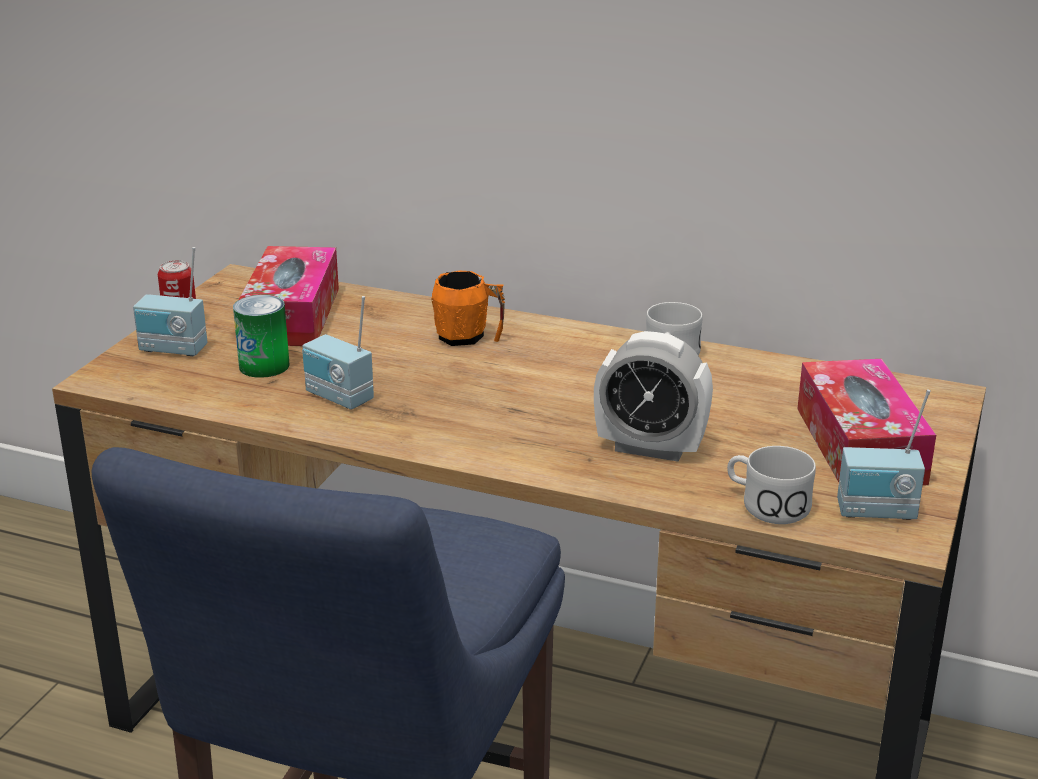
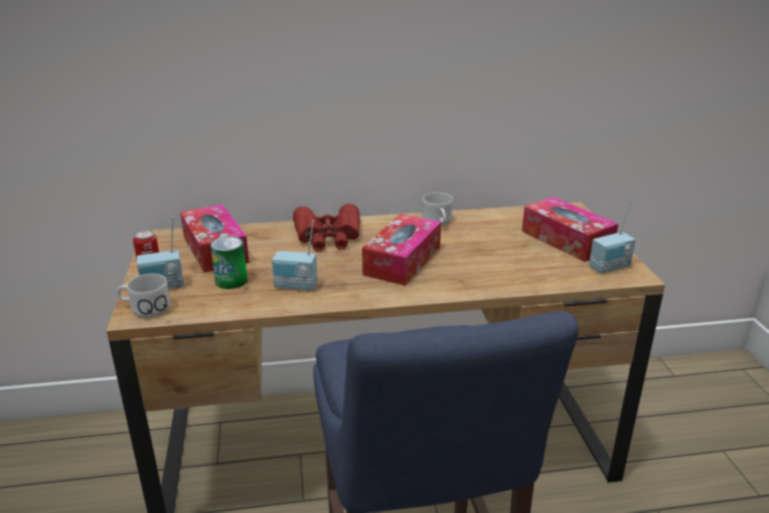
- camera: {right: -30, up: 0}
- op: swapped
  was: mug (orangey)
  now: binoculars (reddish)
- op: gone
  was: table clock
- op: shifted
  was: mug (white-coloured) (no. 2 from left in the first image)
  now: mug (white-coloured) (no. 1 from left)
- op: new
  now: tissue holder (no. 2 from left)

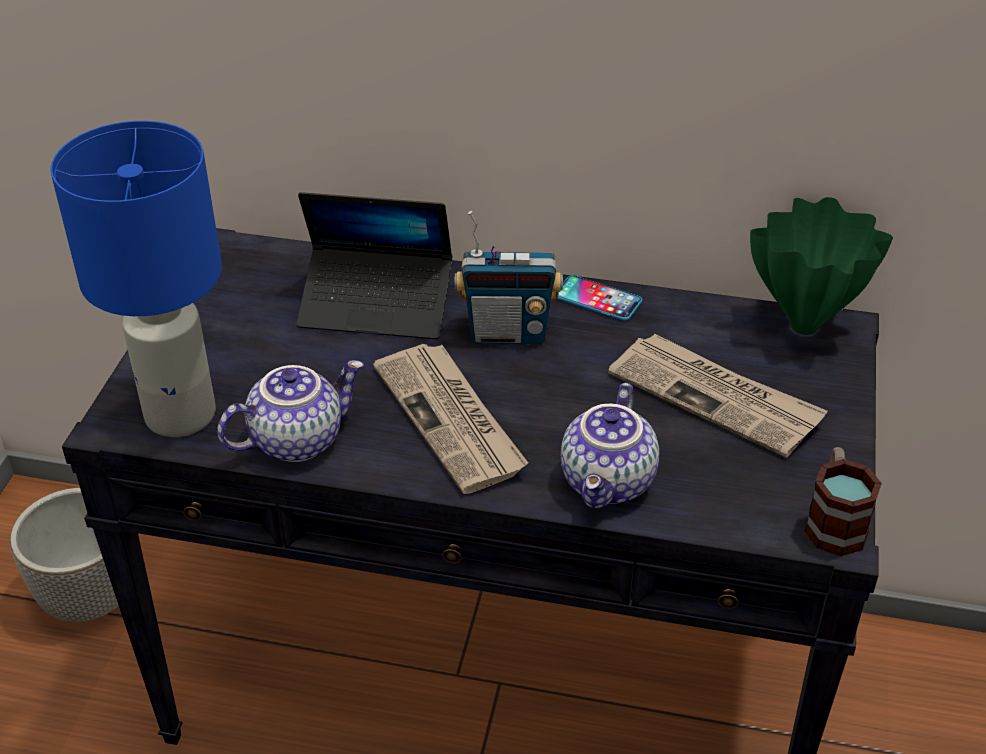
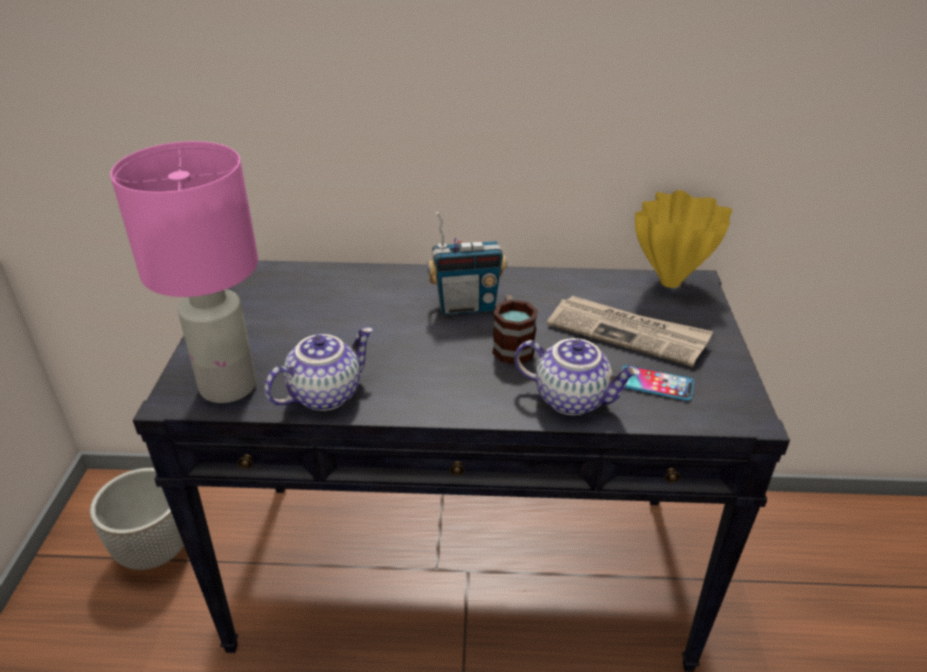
- camera: {right: -10, up: -5}
- op: repainted
  was: lamp for a table (blue)
  now: lamp for a table (pinkish)
- op: gone
  was: notebook computer
- op: repainted
  was: flower vase (green-coloured)
  now: flower vase (yellow-coloured)
- op: shifted
  was: phone
- op: gone
  was: daily paper (no. 1 from left)
- op: rotated
  was: pot for tea (no. 2 from left)
  clockwise: -75
- op: shifted
  was: mug

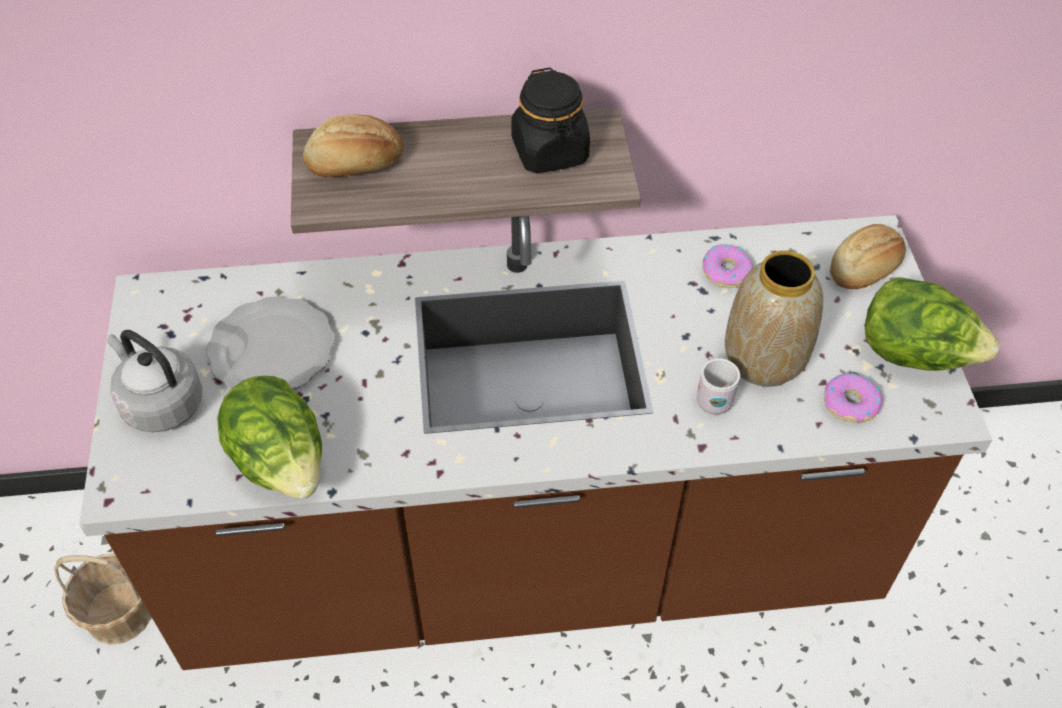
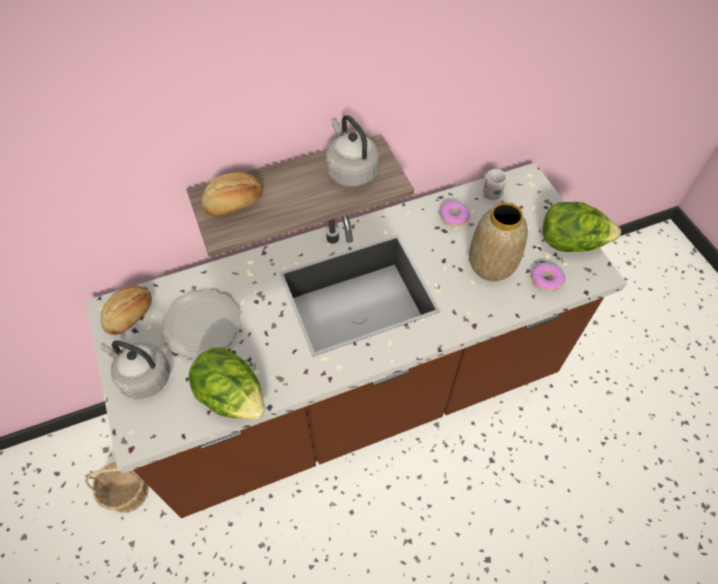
- camera: {right: -15, up: 5}
- op: swapped
  was: preserve jar (blackish)
  now: kettle (grey) (no. 2 from left)
- op: shifted
  was: bakery bread (no. 2 from left in the first image)
  now: bakery bread (no. 1 from left)
- op: shifted
  was: mug (white-coloured)

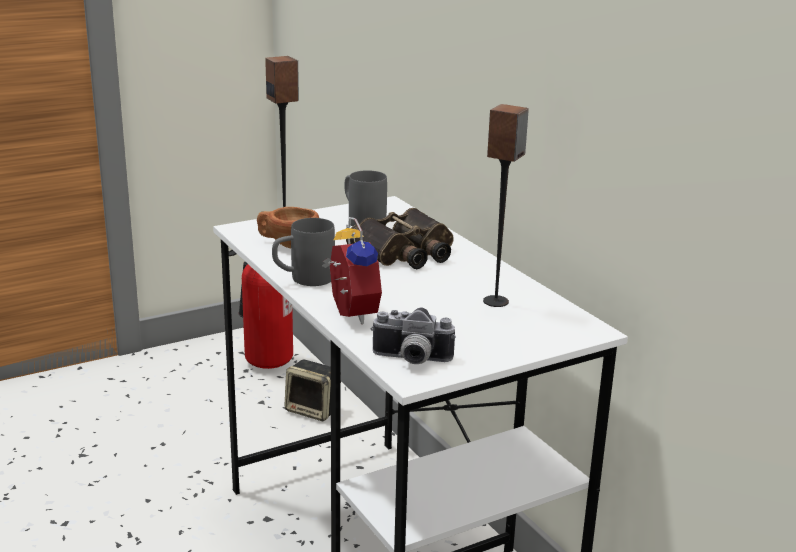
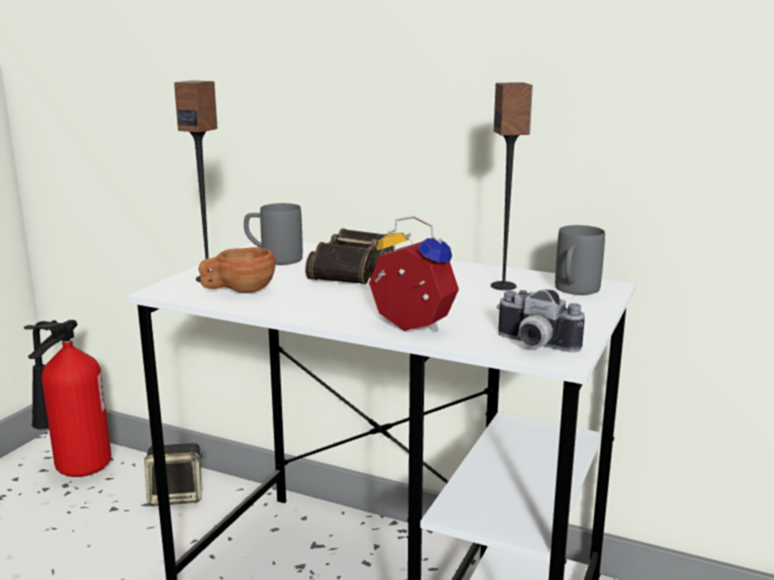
- camera: {right: -35, up: -5}
- op: shifted
  was: mug (grey) (no. 1 from left in the first image)
  now: mug (grey) (no. 2 from left)
- op: rotated
  was: still camera
  clockwise: 60

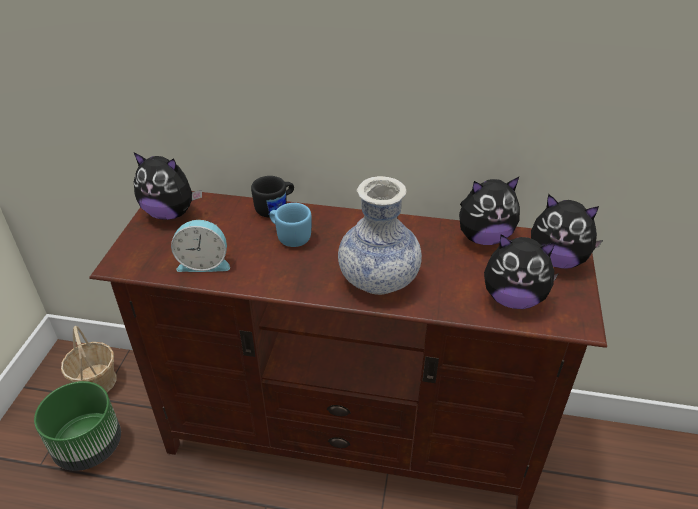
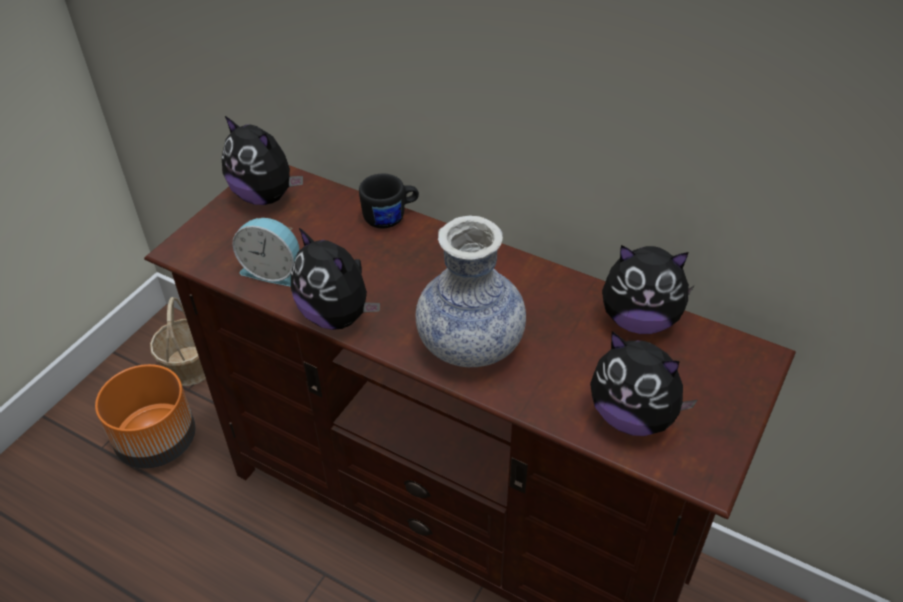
- camera: {right: 20, up: 5}
- op: shifted
  was: plush toy (no. 4 from left in the first image)
  now: plush toy (no. 2 from left)
- op: gone
  was: mug (blue)
- op: repainted
  was: planter (green-coloured)
  now: planter (orangey)

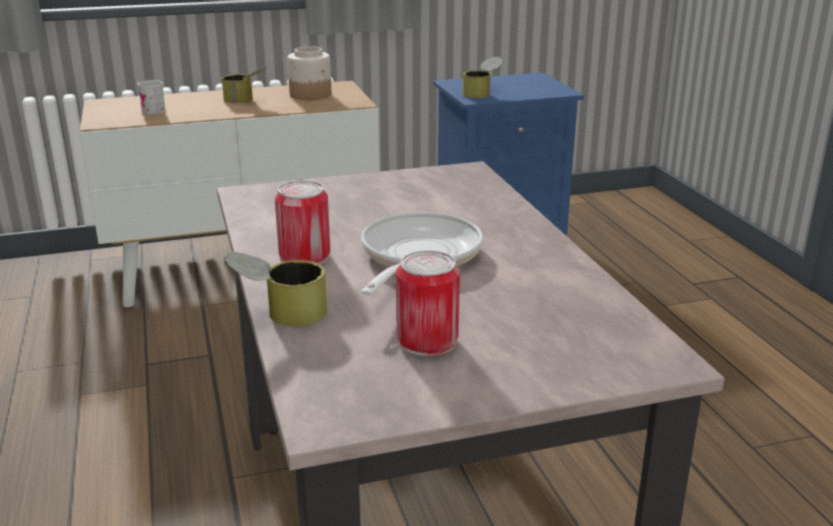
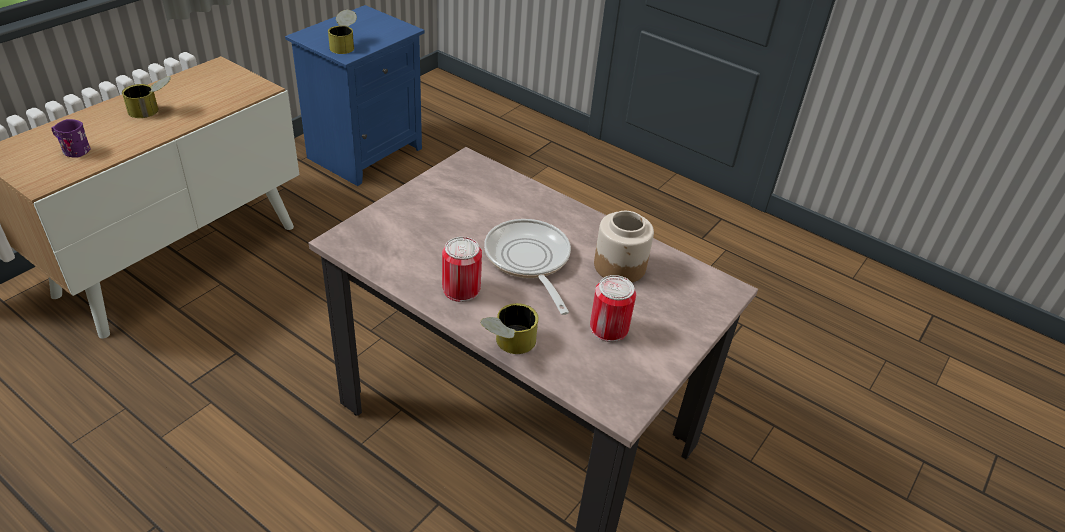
- camera: {right: -40, up: 15}
- op: shifted
  was: preserve jar
- op: repainted
  was: mug (white-coloured)
  now: mug (purple)

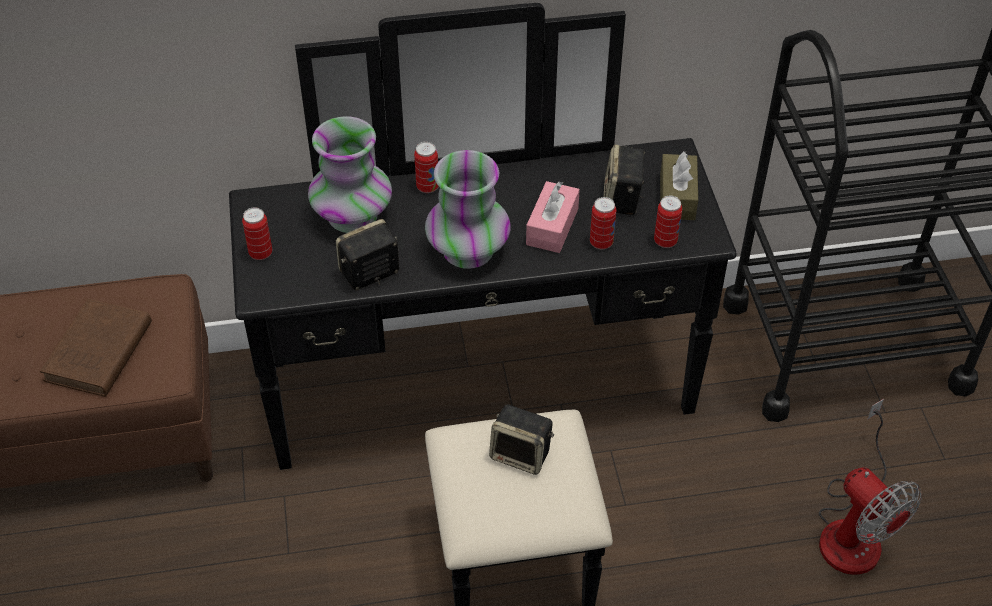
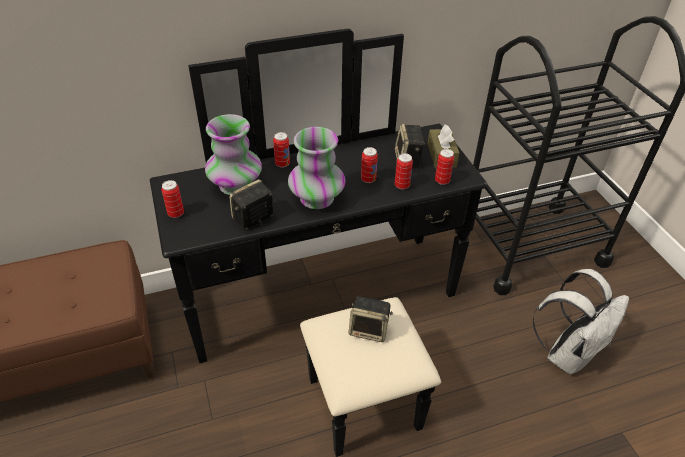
- camera: {right: -10, up: -5}
- op: swapped
  was: tissue holder (pinkish)
  now: metal can (no. 3 from left)
- op: gone
  was: book (brownish)
- op: swapped
  was: electric fan
  now: backpack (white-coloured)

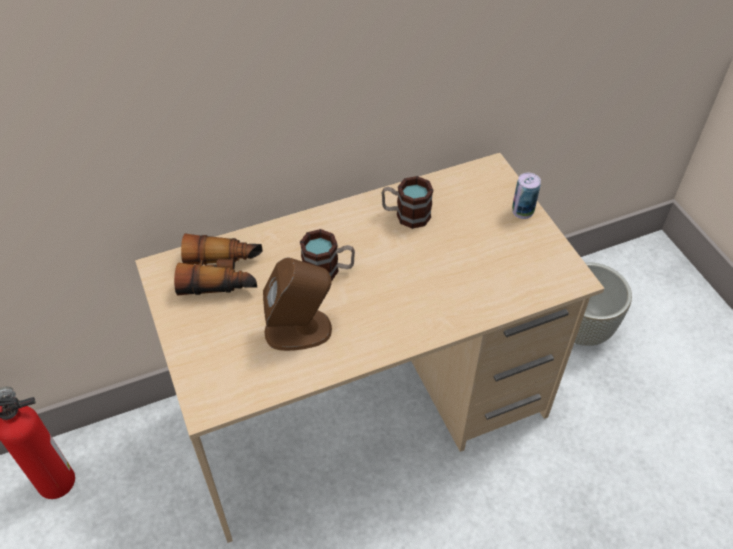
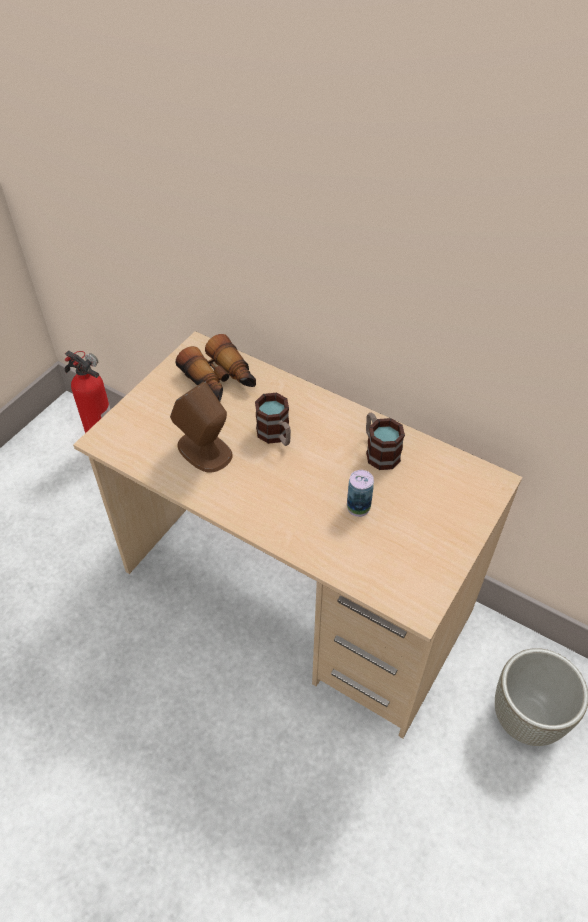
- camera: {right: 55, up: 0}
- op: shifted
  was: metal can

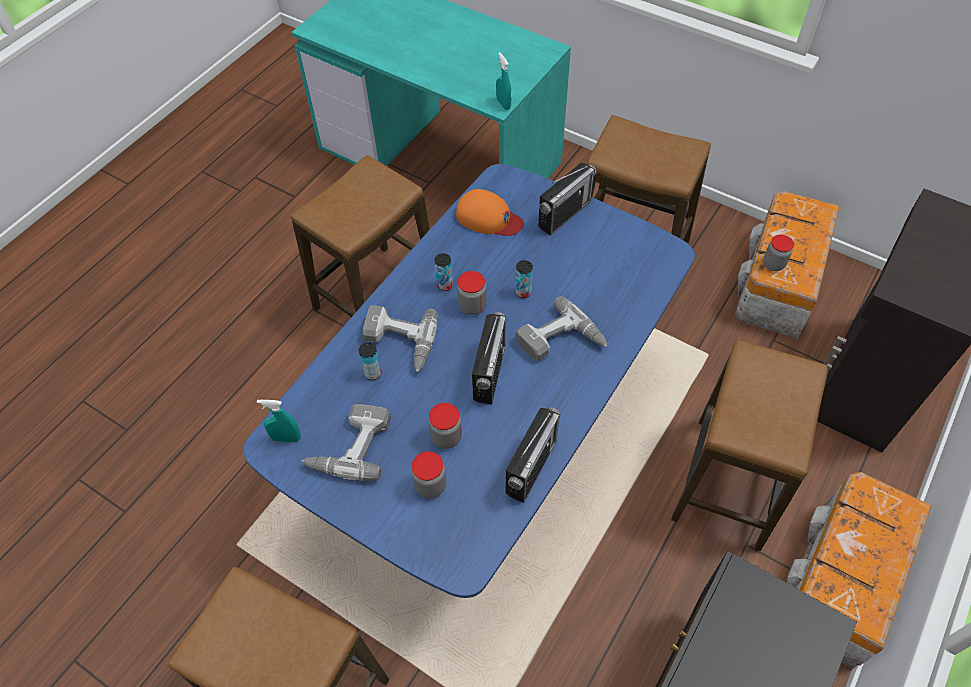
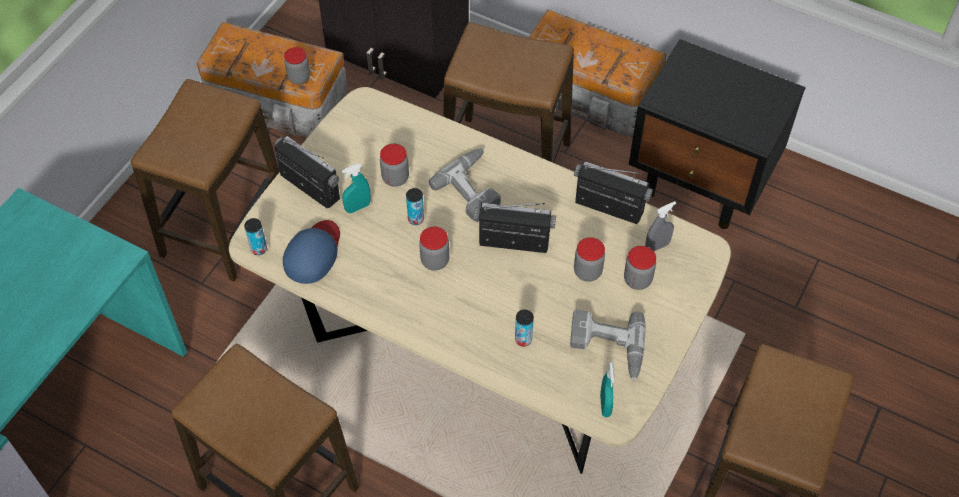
- camera: {right: -95, up: 0}
- op: shifted
  was: hand sprayer (blue-green) (no. 2 from left in the first image)
  now: hand sprayer (blue-green) (no. 1 from left)
- op: repainted
  was: kitchen table (blue)
  now: kitchen table (beige)
- op: repainted
  was: peaked cap (orangey)
  now: peaked cap (blue)
- op: shifted
  was: metal can (no. 2 from left in the first image)
  now: metal can (no. 1 from left)
- op: gone
  was: drill (no. 2 from left)
- op: new
  now: preserve jar (no. 2 from left)
- op: new
  now: hand sprayer (grey)

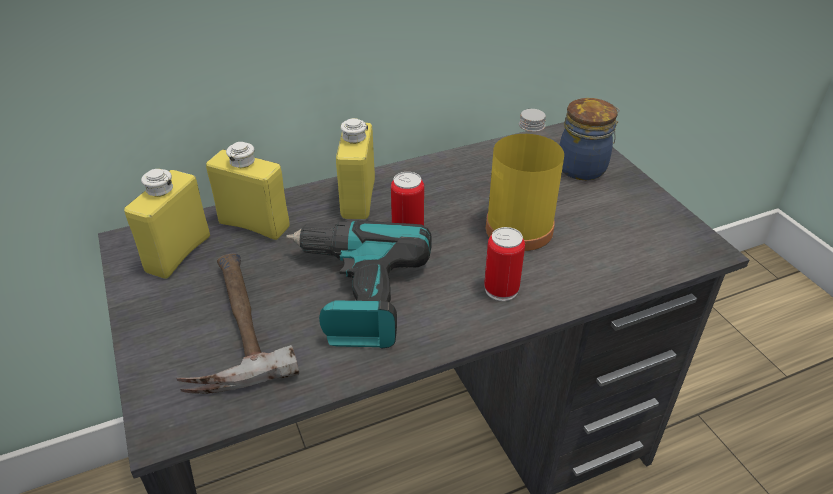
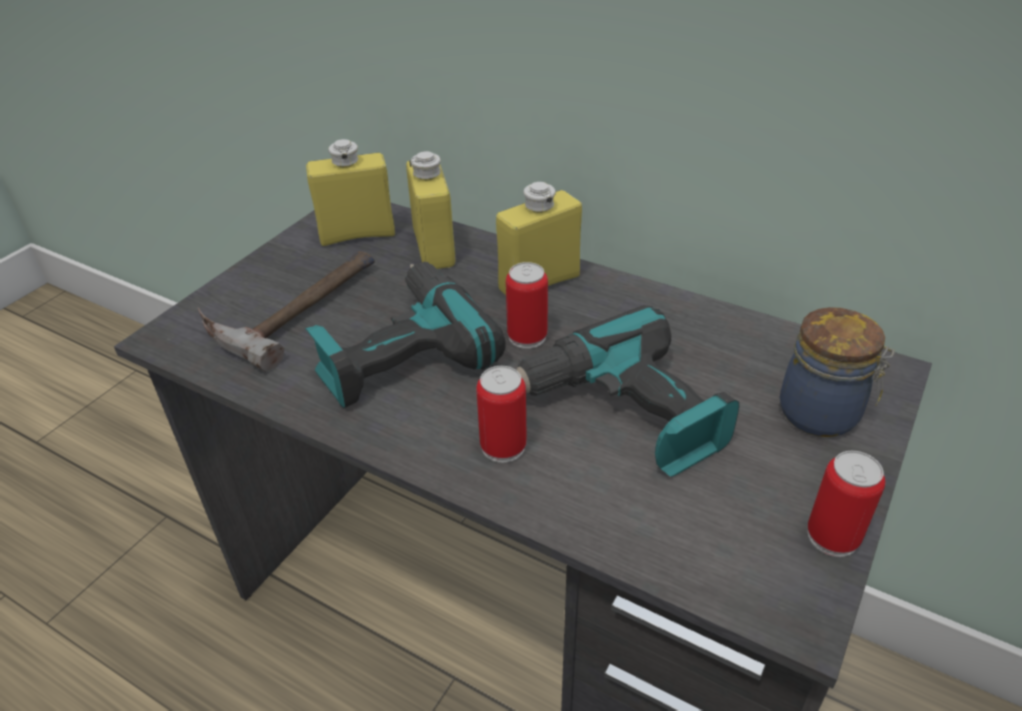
- camera: {right: 55, up: 0}
- op: swapped
  was: bottle (yellow-coloured) (no. 4 from left)
  now: drill (no. 2 from left)
- op: new
  now: metal can (no. 3 from left)

